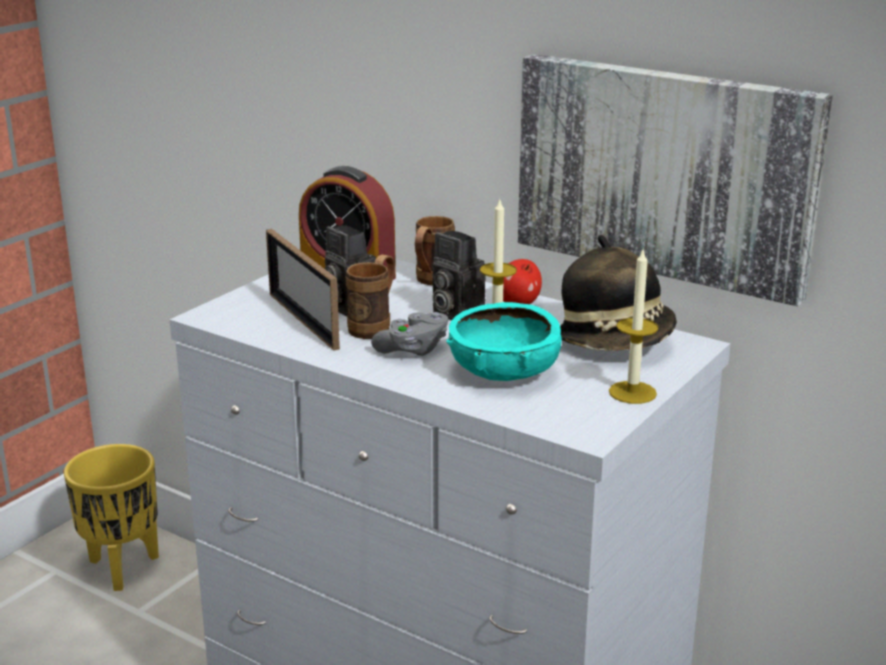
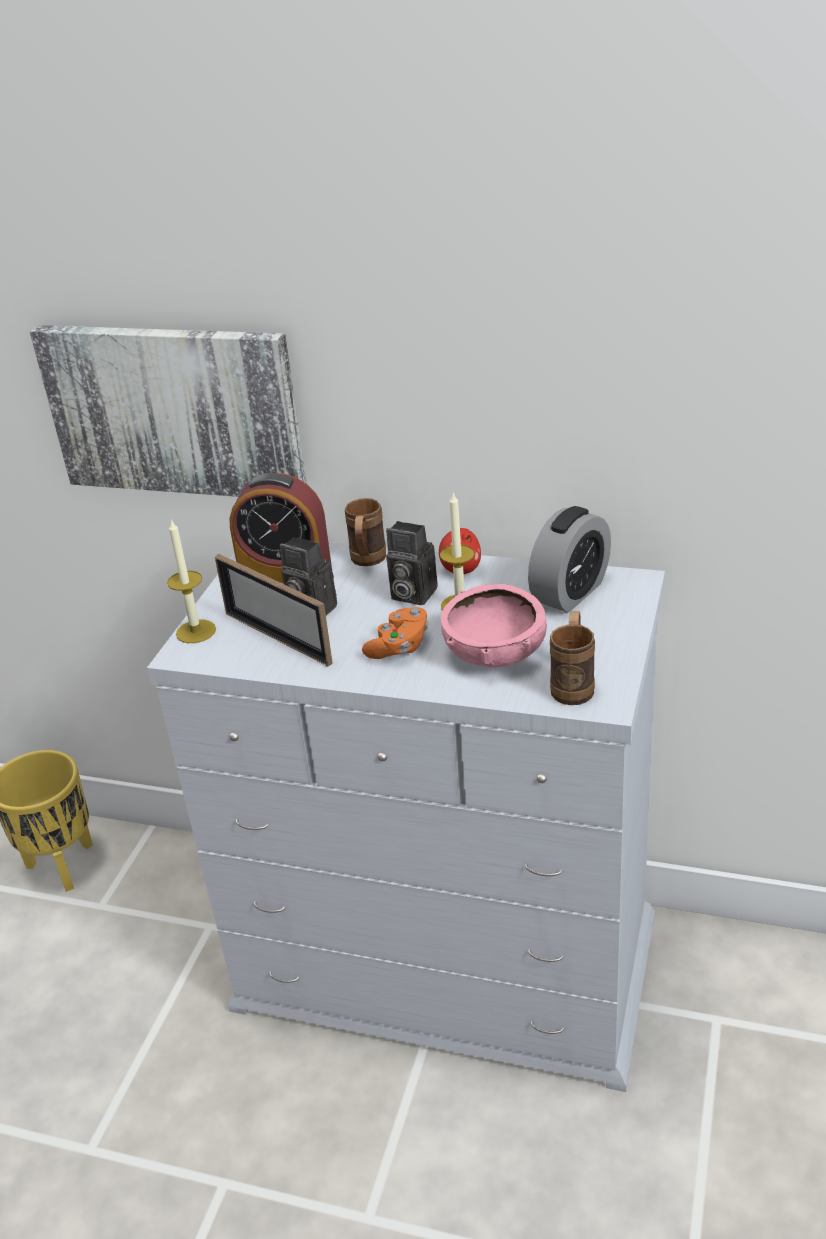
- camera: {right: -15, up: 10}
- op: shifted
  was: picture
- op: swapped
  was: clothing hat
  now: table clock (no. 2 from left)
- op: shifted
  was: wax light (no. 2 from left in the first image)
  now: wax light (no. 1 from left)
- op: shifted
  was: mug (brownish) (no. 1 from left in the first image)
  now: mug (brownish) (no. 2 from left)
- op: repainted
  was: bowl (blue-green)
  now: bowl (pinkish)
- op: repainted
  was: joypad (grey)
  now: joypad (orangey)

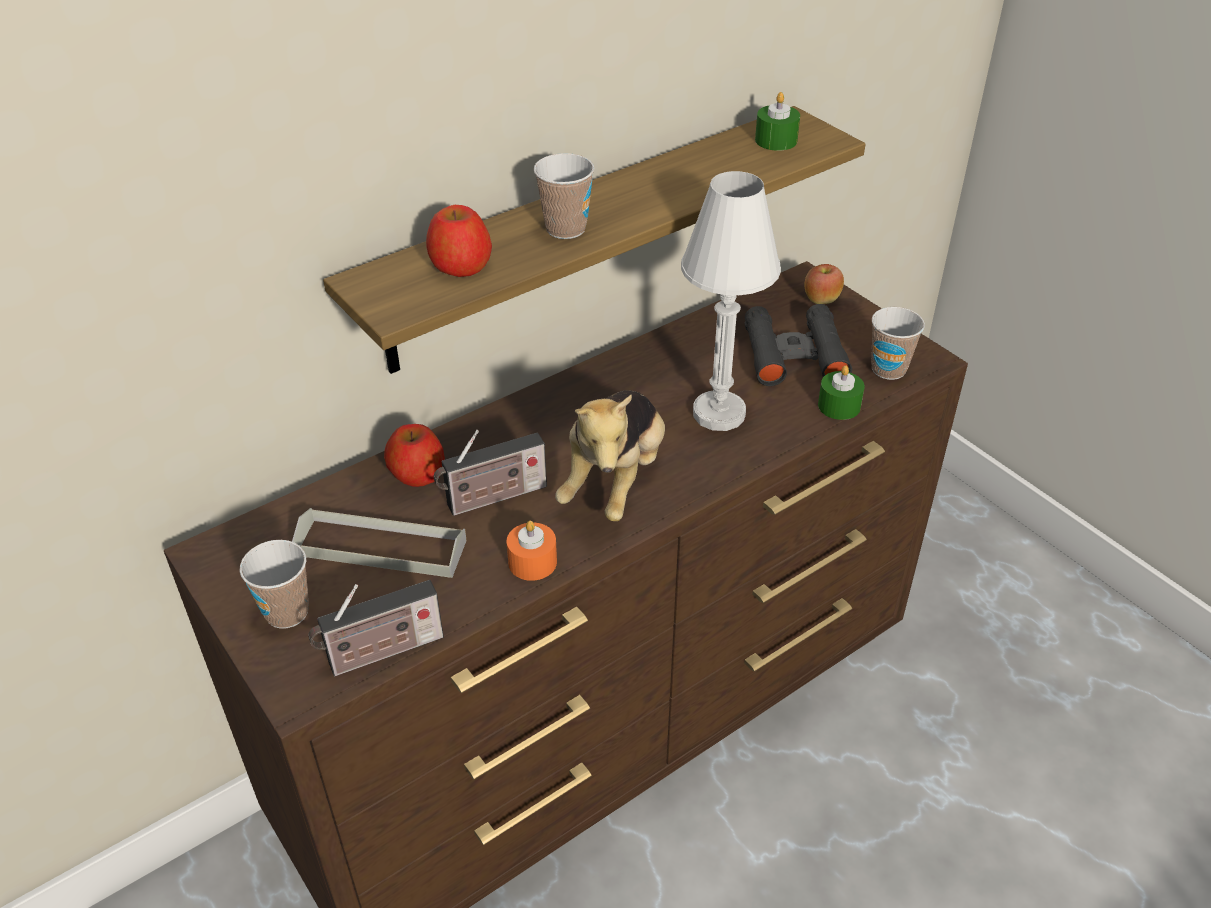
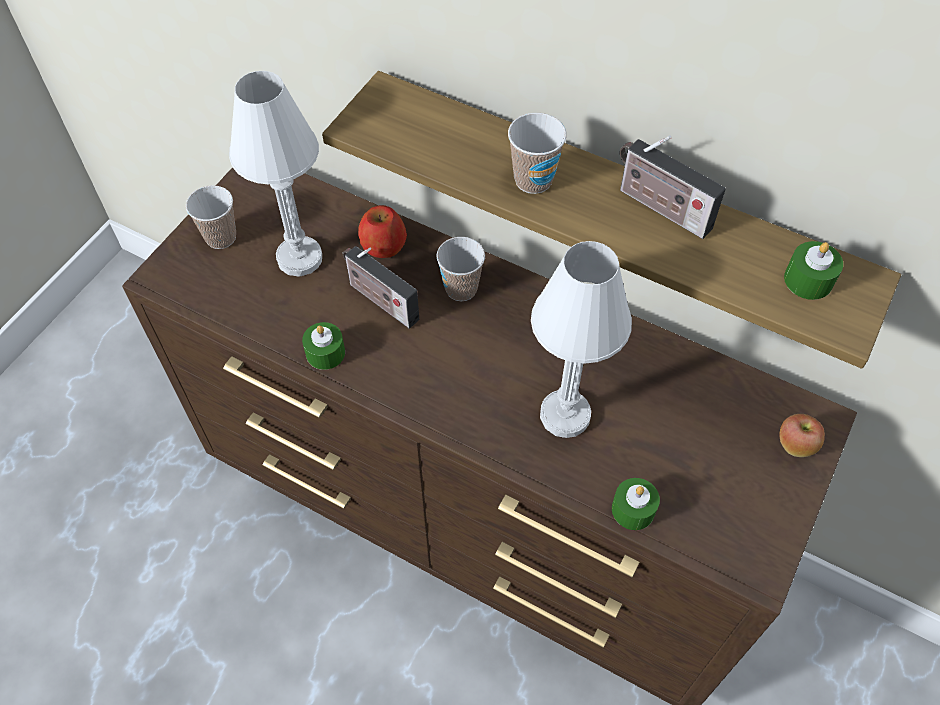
- camera: {right: 65, up: 15}
- op: gone
  was: apple fruit (no. 2 from left)
- op: gone
  was: binoculars (blackish)
- op: shifted
  was: small cup (no. 3 from left in the first image)
  now: small cup (no. 2 from left)
- op: gone
  was: plush toy
- op: swapped
  was: serving tray (grey)
  now: lamp for a table (white-coloured) (no. 1 from left)
- op: repainted
  was: wax light (orangey)
  now: wax light (green-coloured) (no. 1 from left)
- op: shifted
  was: radio receiver (no. 1 from left in the first image)
  now: radio receiver (no. 2 from left)

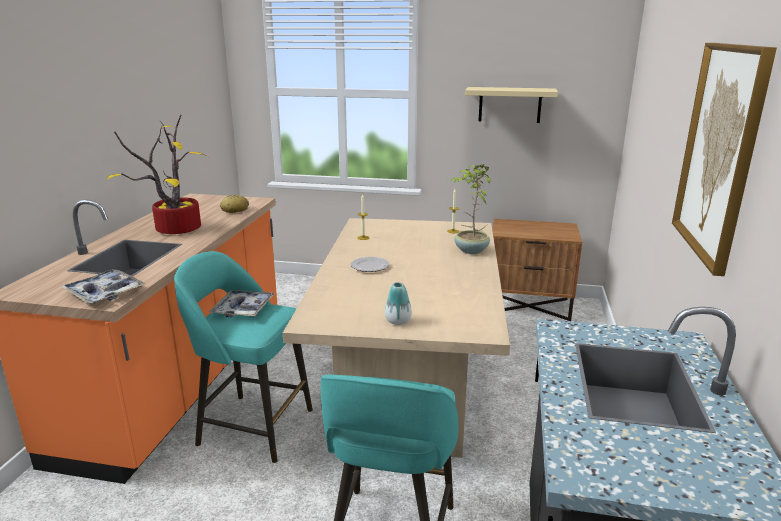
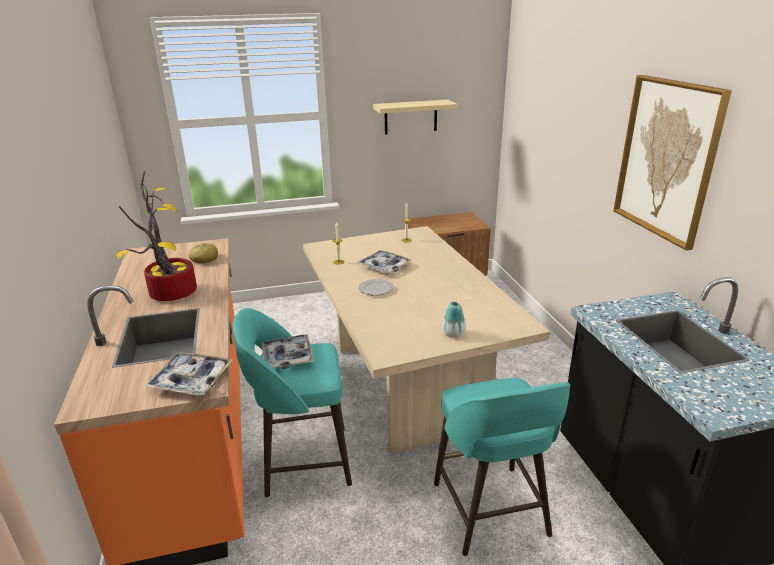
- camera: {right: -25, up: 5}
- op: gone
  was: potted plant (no. 2 from left)
- op: new
  now: serving tray (no. 3 from left)

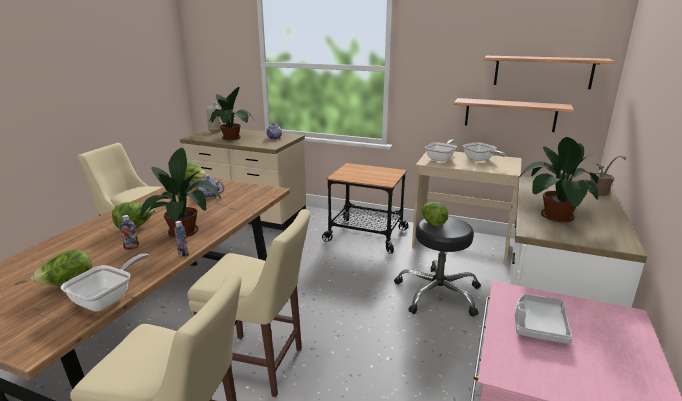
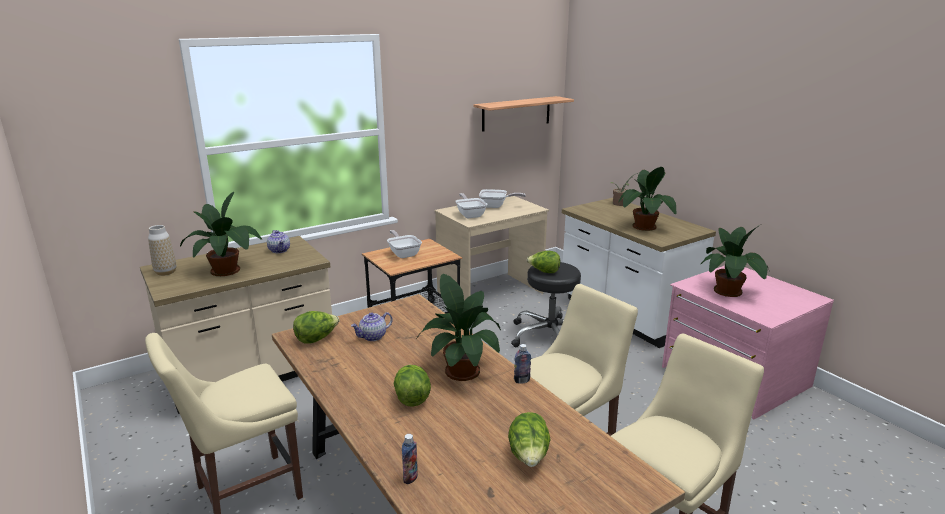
- camera: {right: -55, up: 0}
- op: gone
  was: shelf (no. 1 from left)
- op: shifted
  was: bottle (no. 1 from left)
- op: shifted
  was: skillet (no. 1 from left)
- op: swapped
  was: serving tray (grey)
  now: potted plant (no. 5 from left)

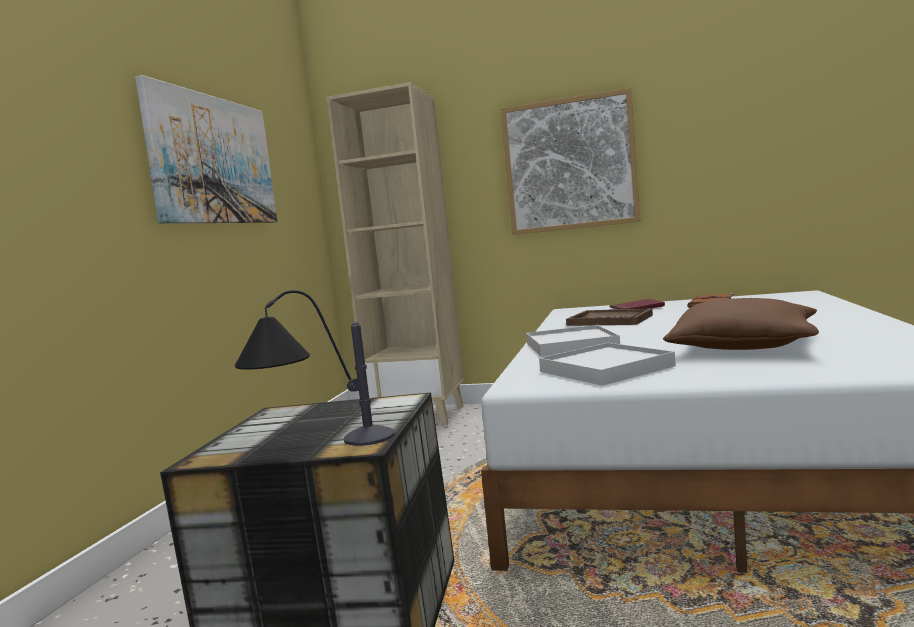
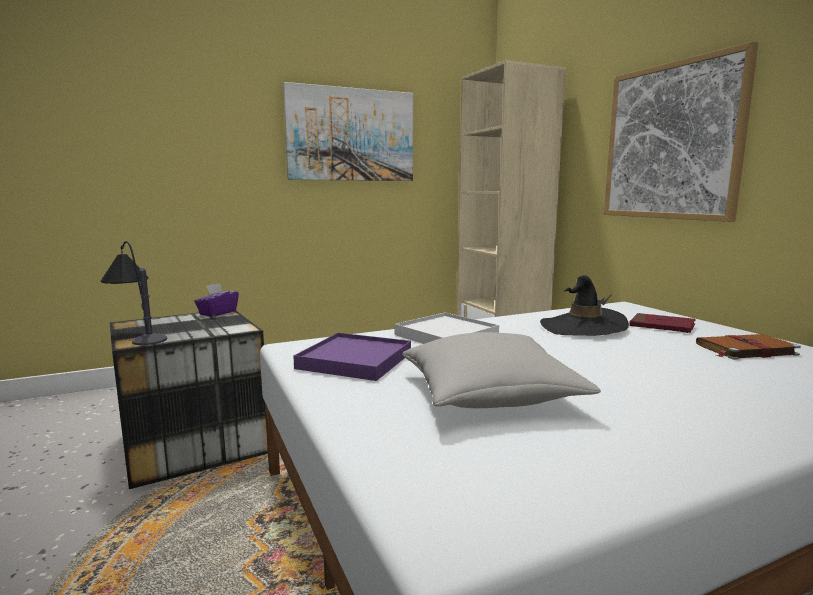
- camera: {right: 50, up: 5}
- op: repainted
  was: cushion (brownish)
  now: cushion (grey)
- op: swapped
  was: serving tray (brownish)
  now: clothing hat (blackish)
- op: repainted
  was: serving tray (white-coloured) (no. 2 from left)
  now: serving tray (purple)
- op: new
  now: tissue holder (purple)

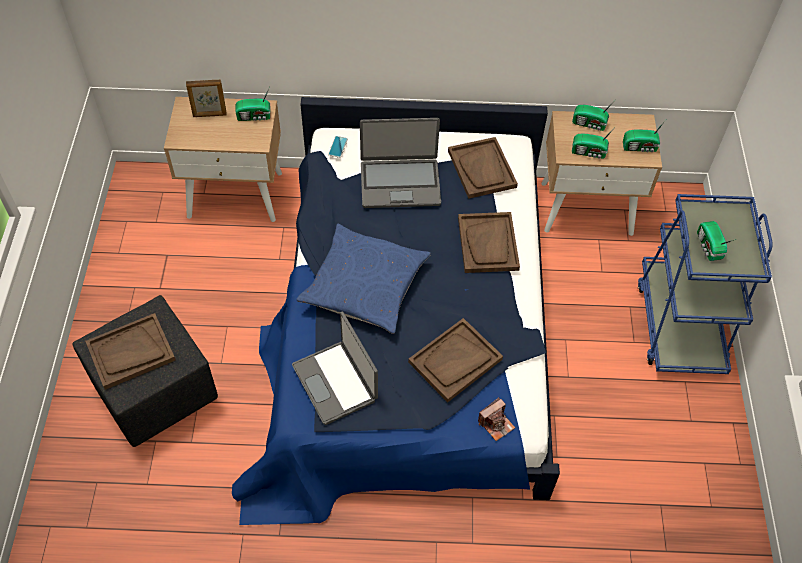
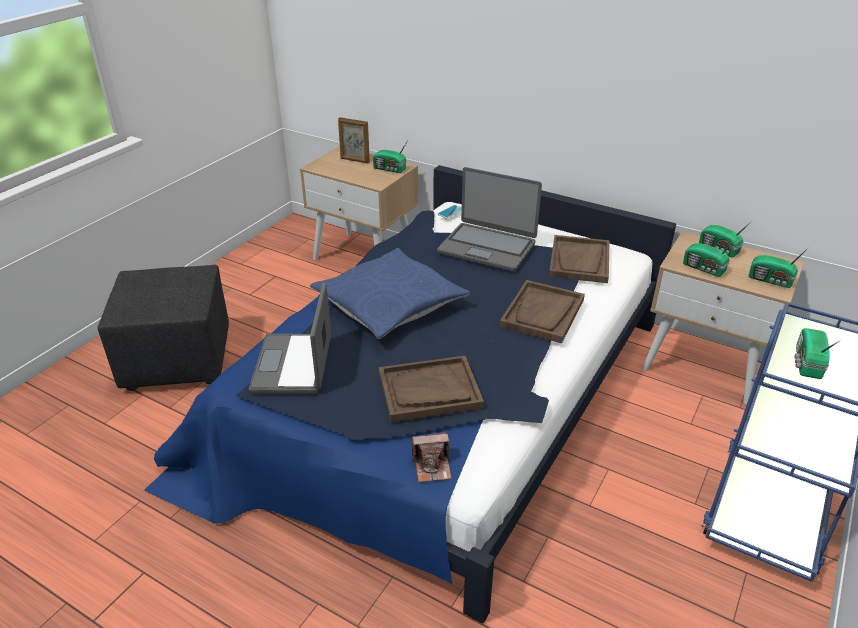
- camera: {right: 30, up: -20}
- op: gone
  was: serving tray (brownish) (no. 1 from left)

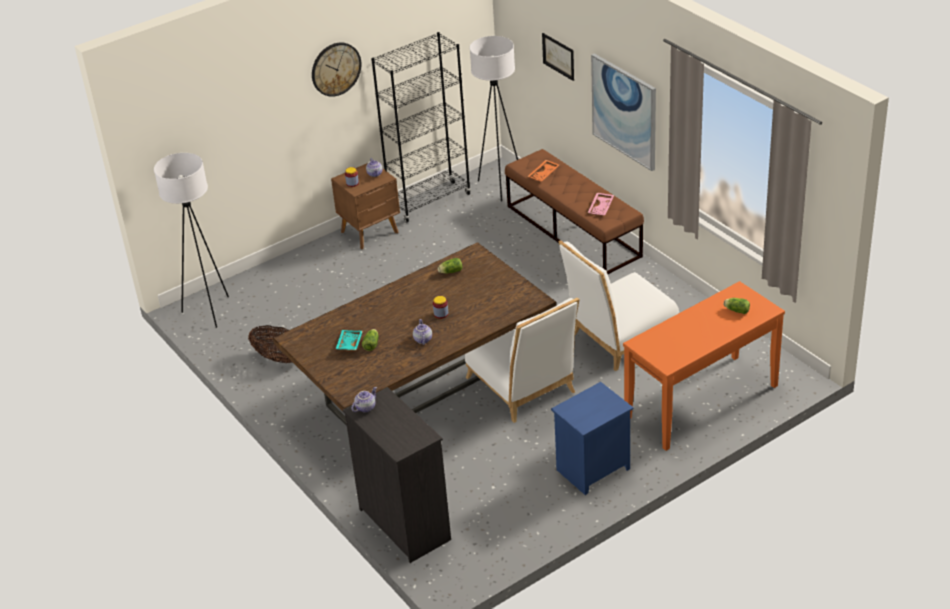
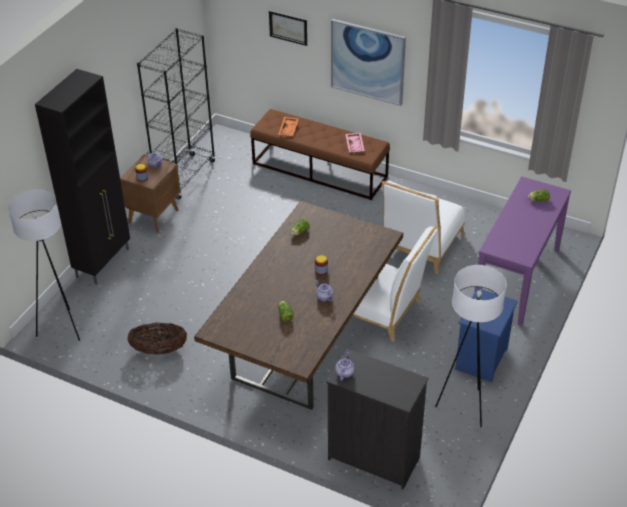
- camera: {right: -30, up: 5}
- op: shifted
  was: standing lamp (white-coloured) (no. 2 from left)
- op: gone
  was: clock on the wall
- op: repainted
  was: narrow table (orangey)
  now: narrow table (purple)
- op: gone
  was: serving tray (blue-green)
- op: new
  now: cupboard (blackish)

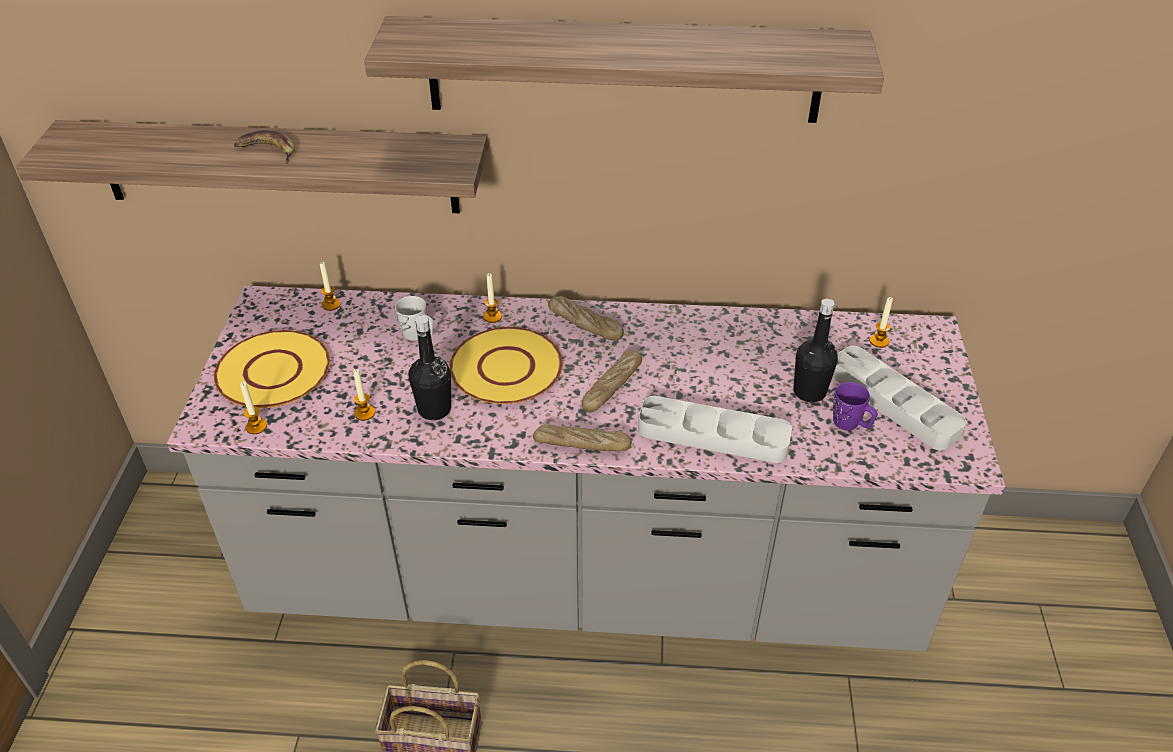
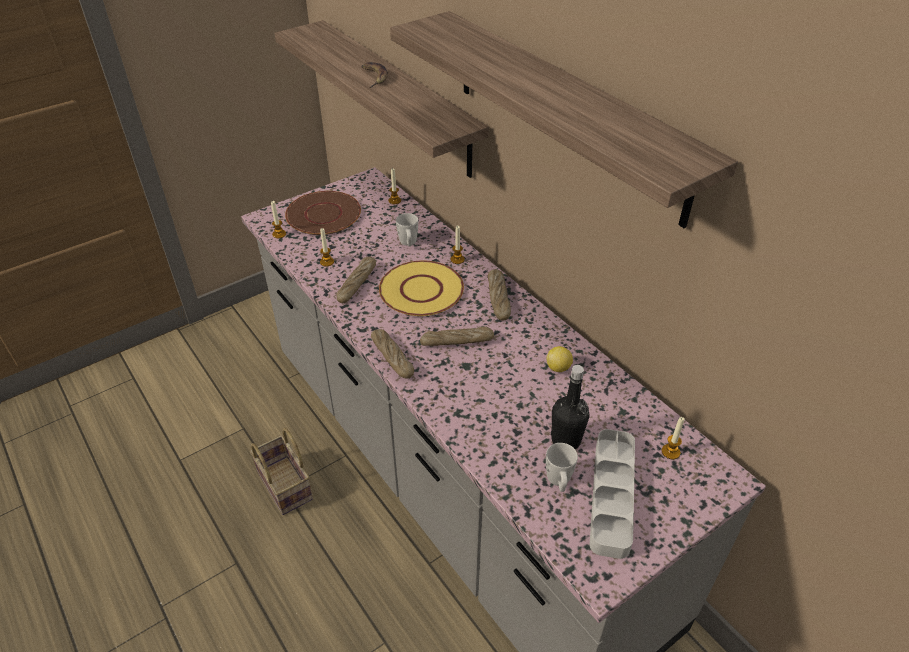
- camera: {right: 50, up: 0}
- op: swapped
  was: bottle (blackish) (no. 1 from left)
  now: bakery bread (no. 1 from left)
- op: repainted
  was: dinner plate (yellow-coloured) (no. 1 from left)
  now: dinner plate (brownish)
- op: repainted
  was: mug (purple)
  now: mug (white-coloured) (no. 2 from left)
- op: gone
  was: serving tray (grey) (no. 1 from left)
- op: new
  now: whole lemon

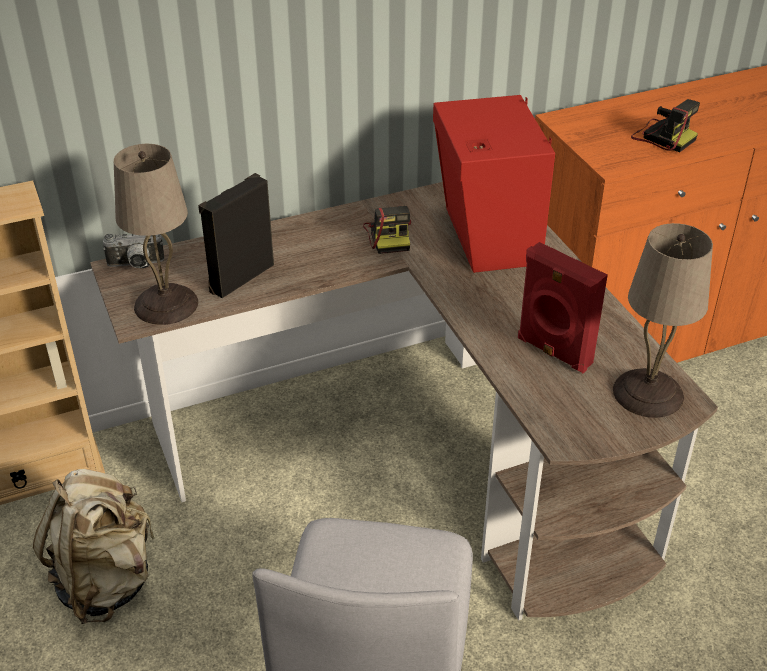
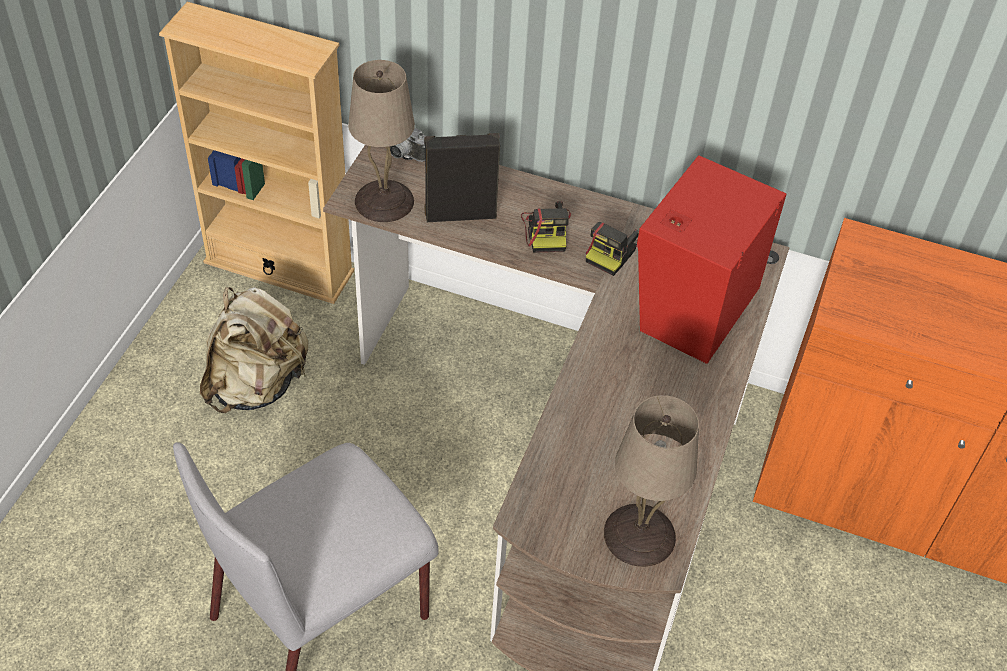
- camera: {right: 40, up: 10}
- op: shifted
  was: still camera (no. 3 from left in the first image)
  now: still camera (no. 2 from left)
- op: gone
  was: audio speaker (reddish) (no. 2 from left)

